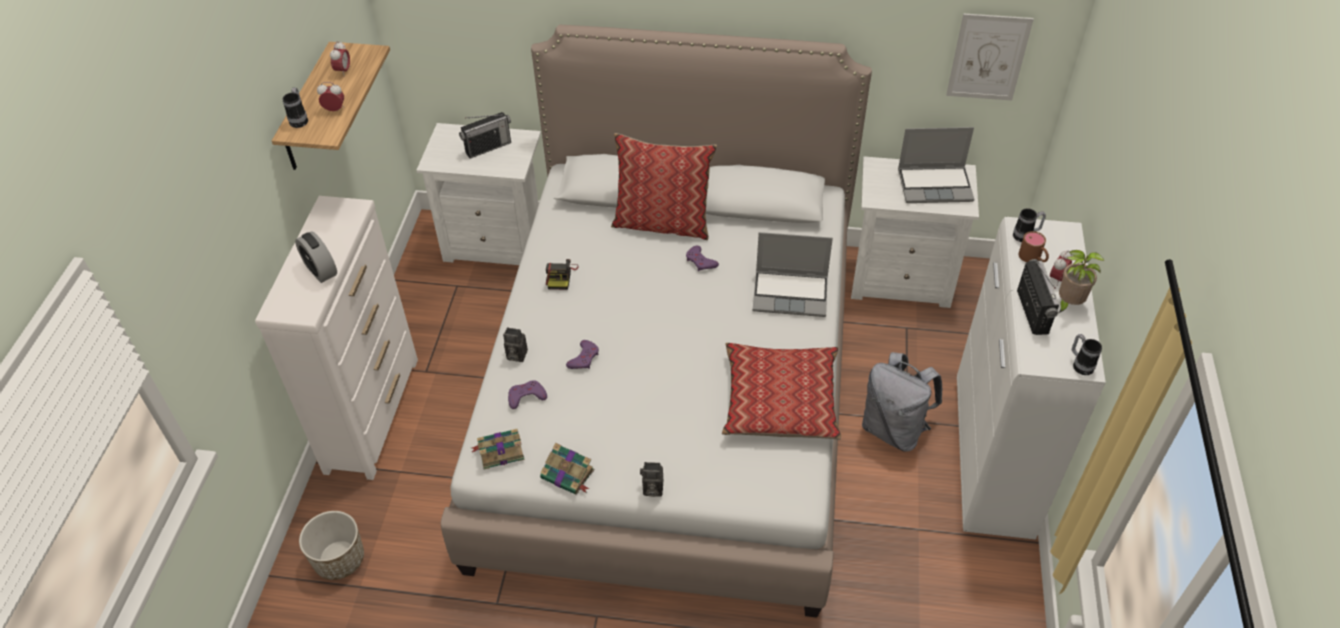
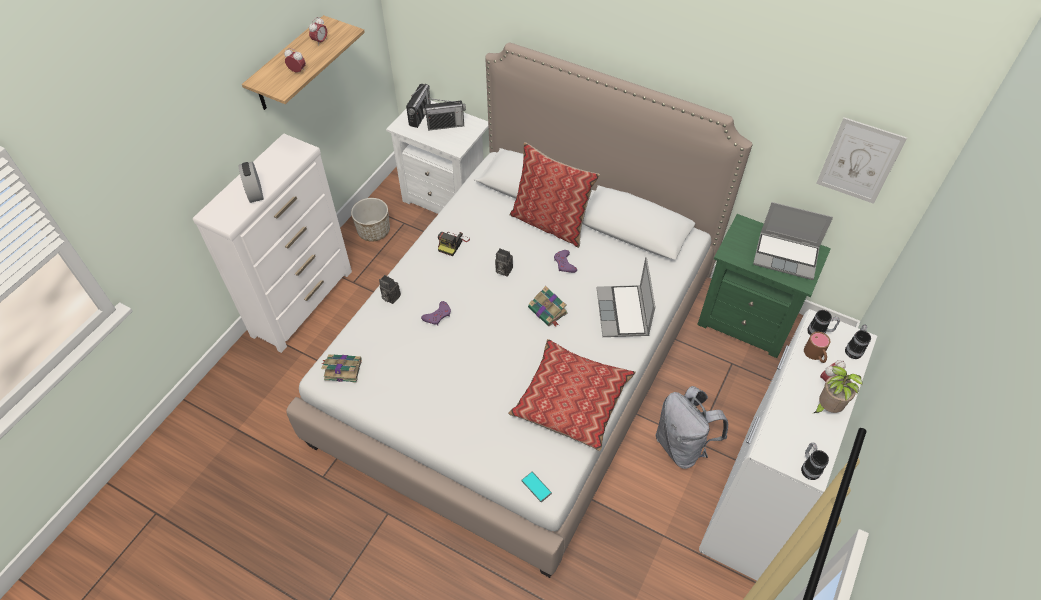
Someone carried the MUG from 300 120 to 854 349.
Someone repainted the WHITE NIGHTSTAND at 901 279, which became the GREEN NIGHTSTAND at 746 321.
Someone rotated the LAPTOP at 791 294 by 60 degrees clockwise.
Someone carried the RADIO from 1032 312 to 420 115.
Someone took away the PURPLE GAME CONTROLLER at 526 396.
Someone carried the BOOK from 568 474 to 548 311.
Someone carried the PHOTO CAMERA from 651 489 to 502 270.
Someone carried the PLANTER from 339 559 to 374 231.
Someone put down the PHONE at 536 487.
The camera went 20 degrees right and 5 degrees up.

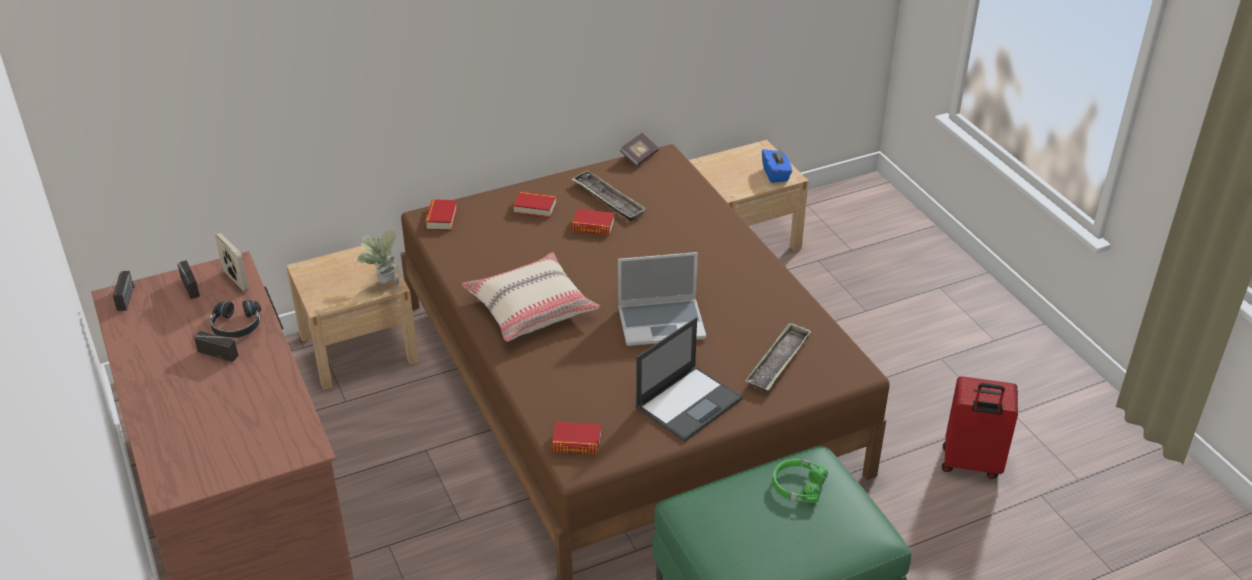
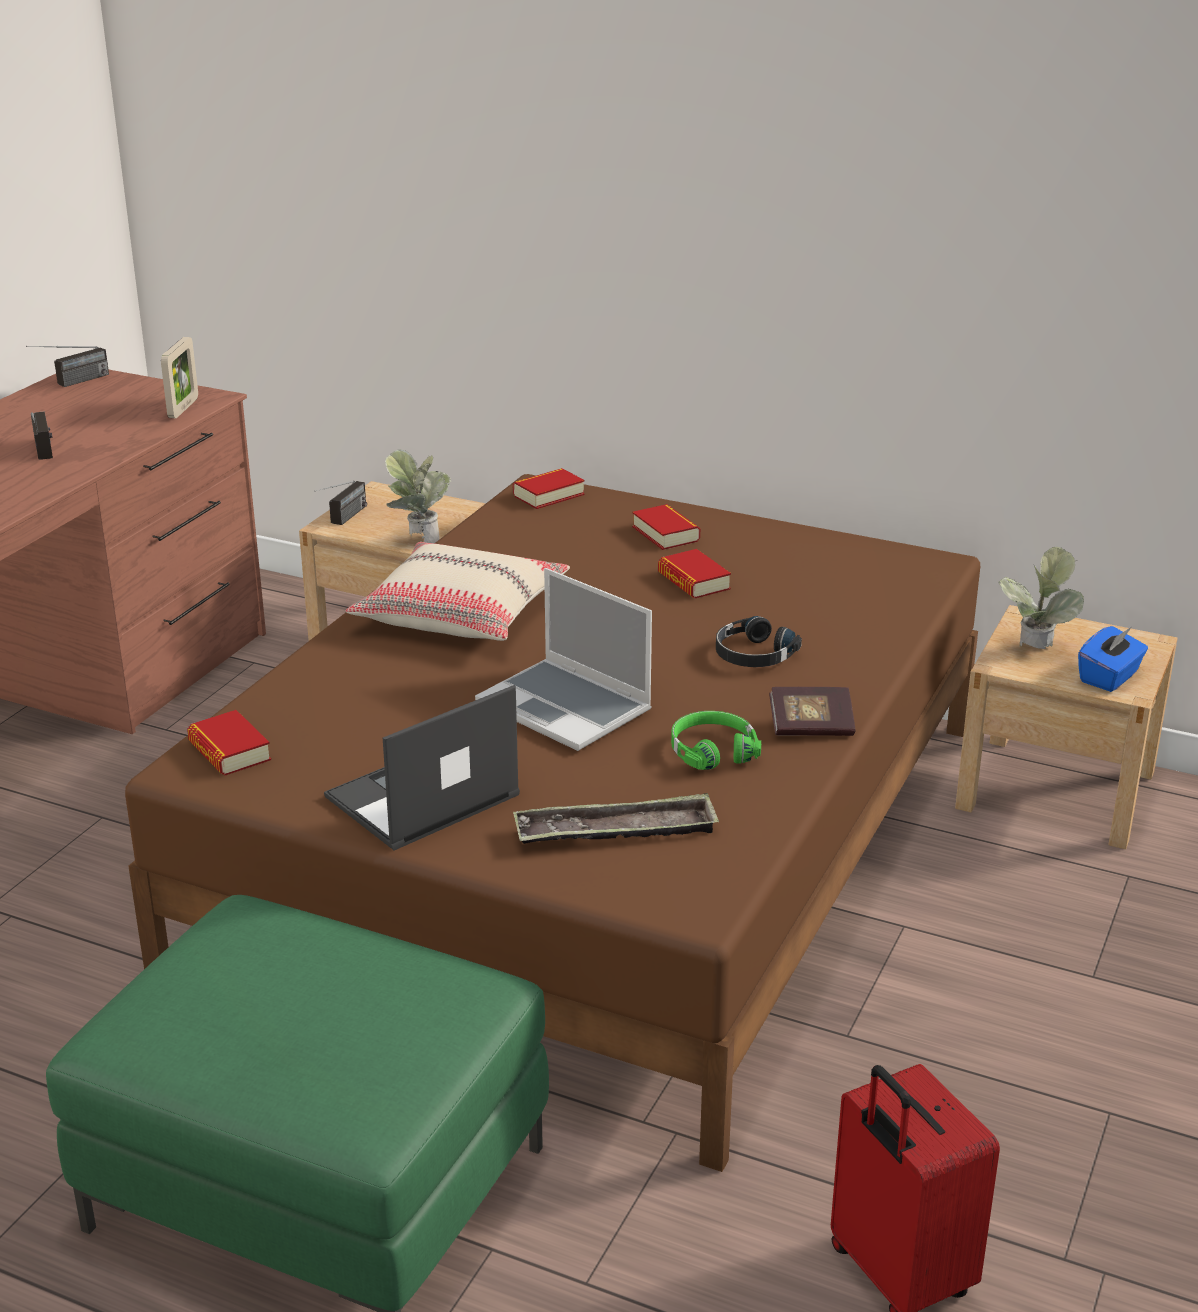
Someone carried the BOOK from 639 156 to 811 727.
Someone took away the TRAY at 608 200.
Someone carried the RADIO from 194 292 to 343 520.
Someone carried the BLACK HEADPHONES from 236 325 to 753 655.
Someone rotated the LAPTOP at 689 402 by 135 degrees clockwise.
Someone carried the GREEN HEADPHONES from 797 485 to 712 750.
Someone put down the POTTED PLANT at 1034 653.
The camera went 50 degrees right and 10 degrees down.

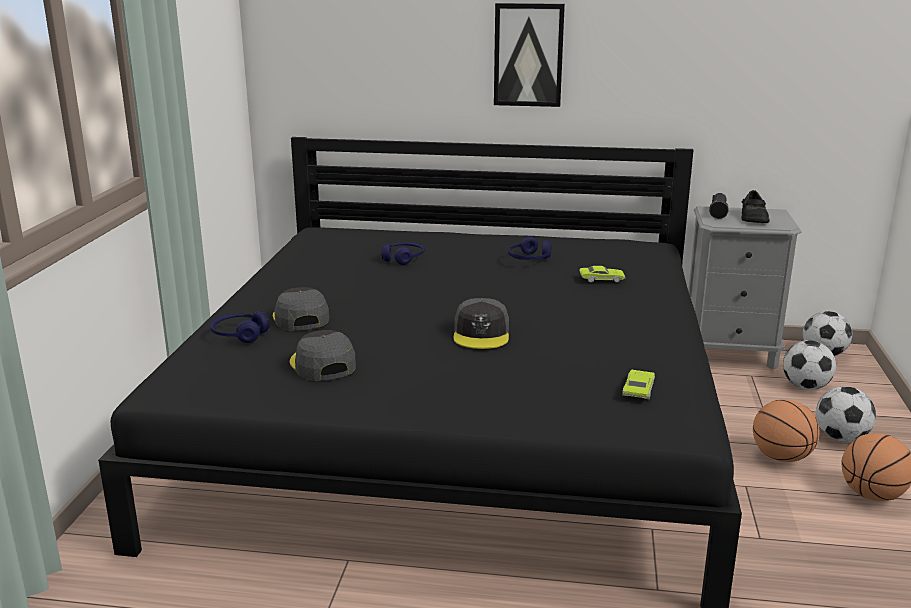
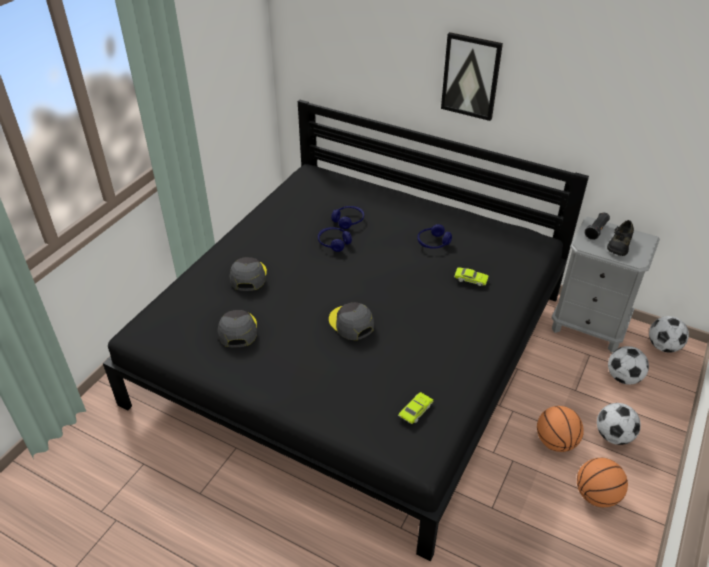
Someone rotated the GREY CAP at 481 334 by 120 degrees clockwise.
Someone carried the BLUE HEADPHONES from 239 335 to 334 243.
The camera went 20 degrees right and 20 degrees up.

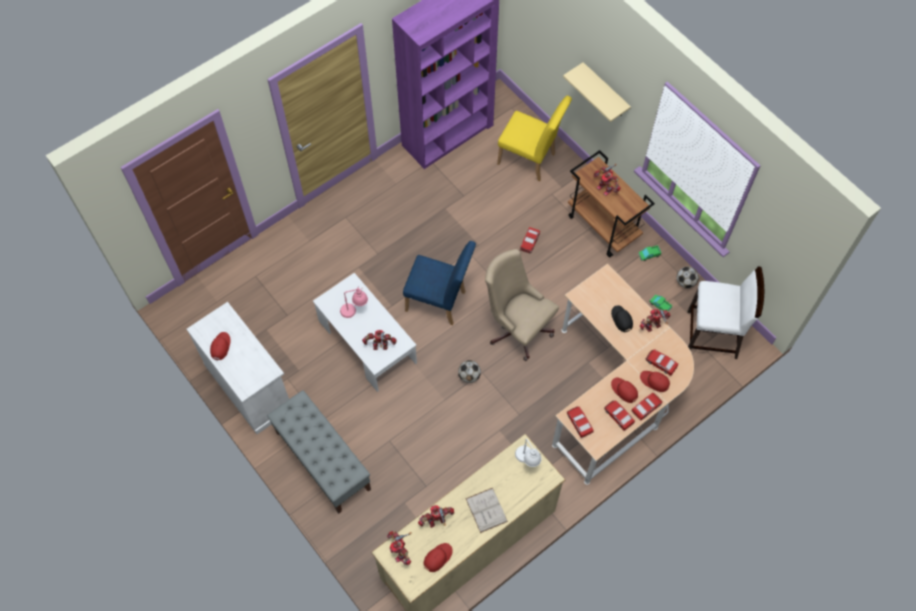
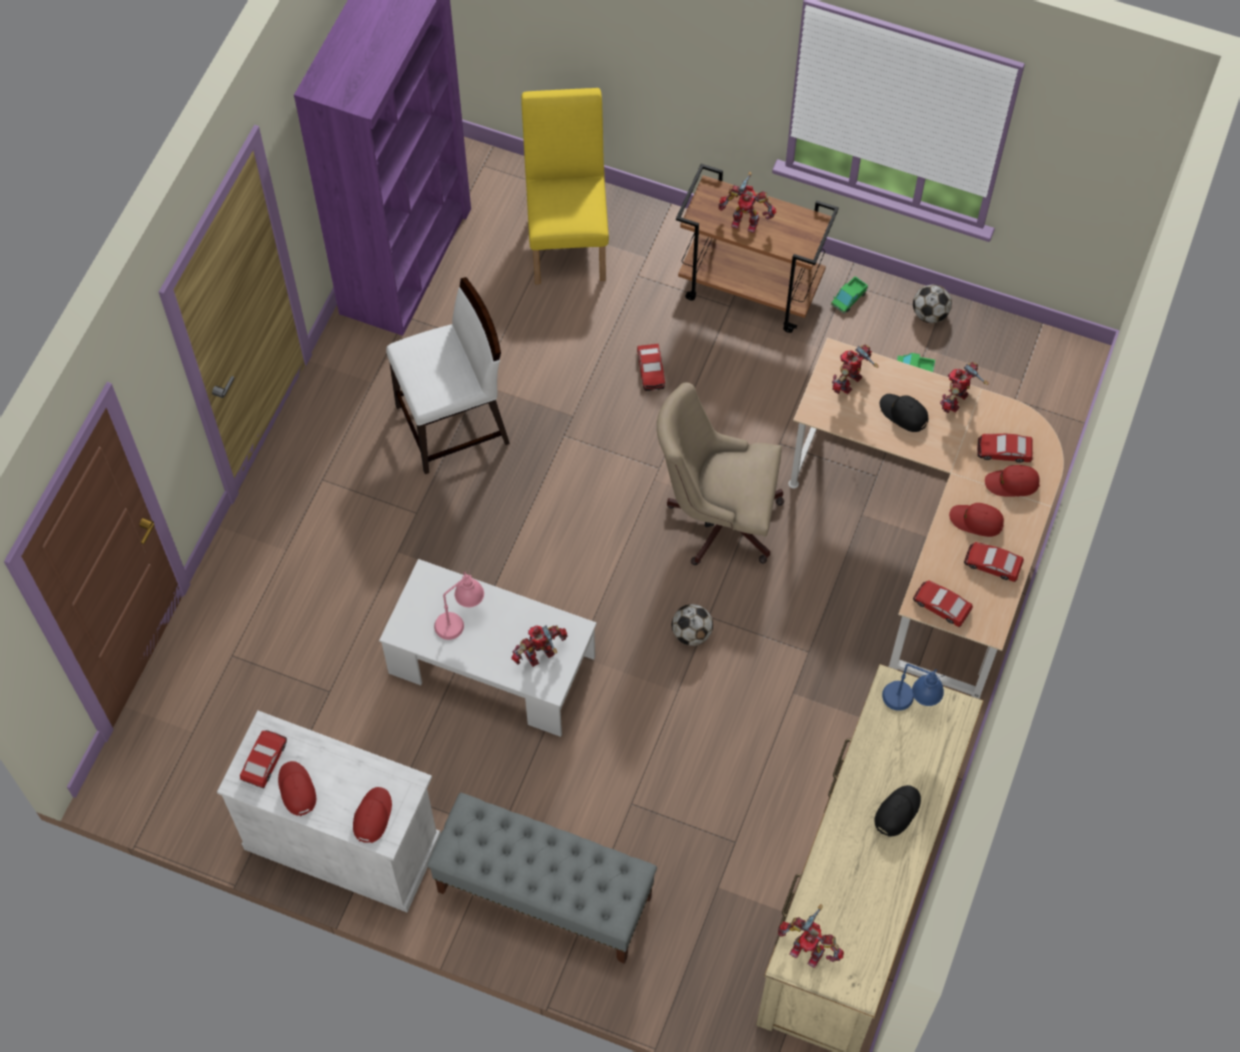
Someone took away the BEIGE SHELF at 605 91.
Someone rotated the YELLOW CHAIR at 530 160 by 90 degrees counterclockwise.
Someone took away the BLUE CHAIR at 440 303.
Someone carried the WHITE CHAIR from 712 335 to 454 425.
Someone carried the TOY CAR from 646 407 to 264 760.
Someone repainted the WHITE TABLE LAMP at 527 461, which became the BLUE TABLE LAMP at 910 703.
Someone swapped the WHITE BOOK at 486 510 for the BLACK CAP at 897 811.
Someone carried the TOY ROBOT from 437 521 to 849 382.
Someone carried the RED CAP from 437 557 to 372 816.
The camera went 30 degrees left and 0 degrees up.

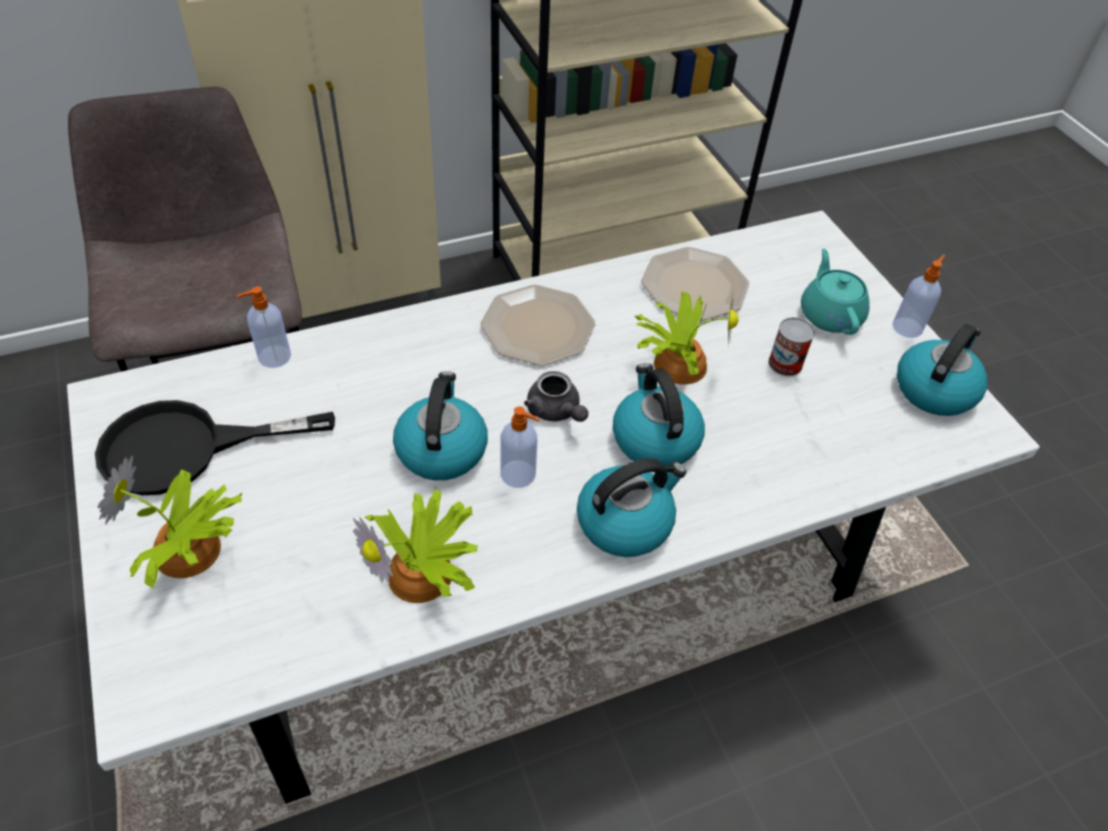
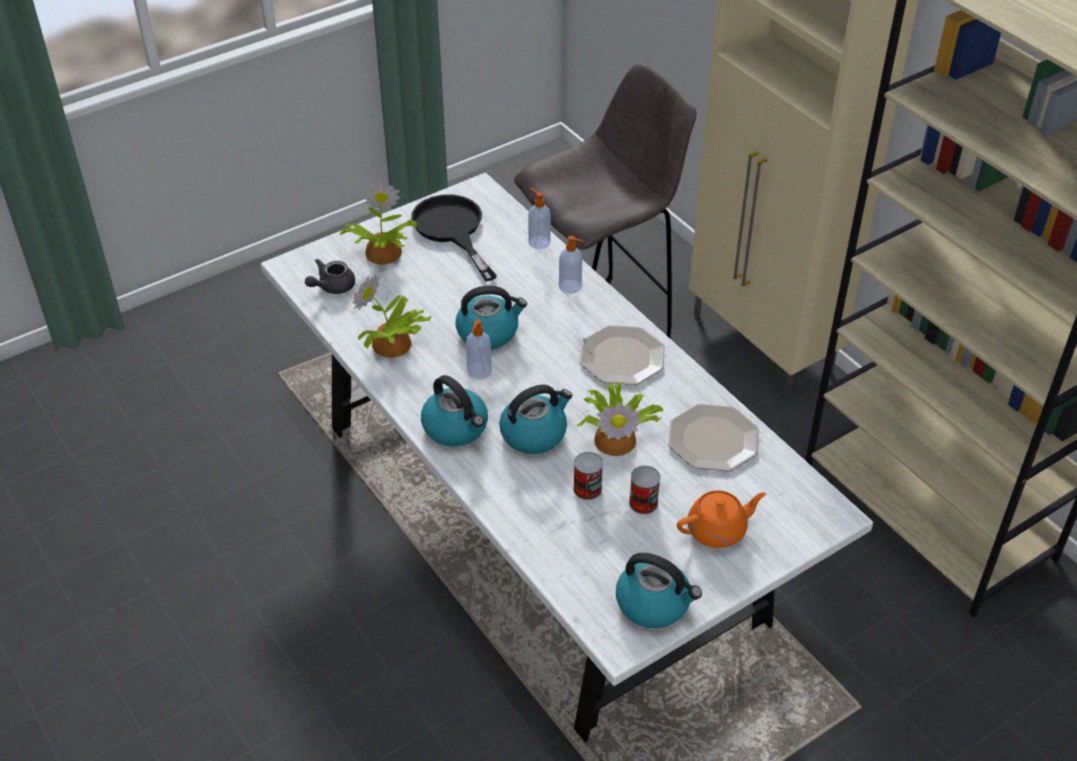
Someone repainted the TURQUOISE TEAPOT at 829 315, which became the ORANGE TEAPOT at 718 530.
Someone carried the SOAP DISPENSER from 907 327 to 571 287.
Someone carried the GREY TEAPOT from 556 411 to 332 287.
Someone put down the CAN at 587 489.
The camera went 80 degrees right and 5 degrees down.

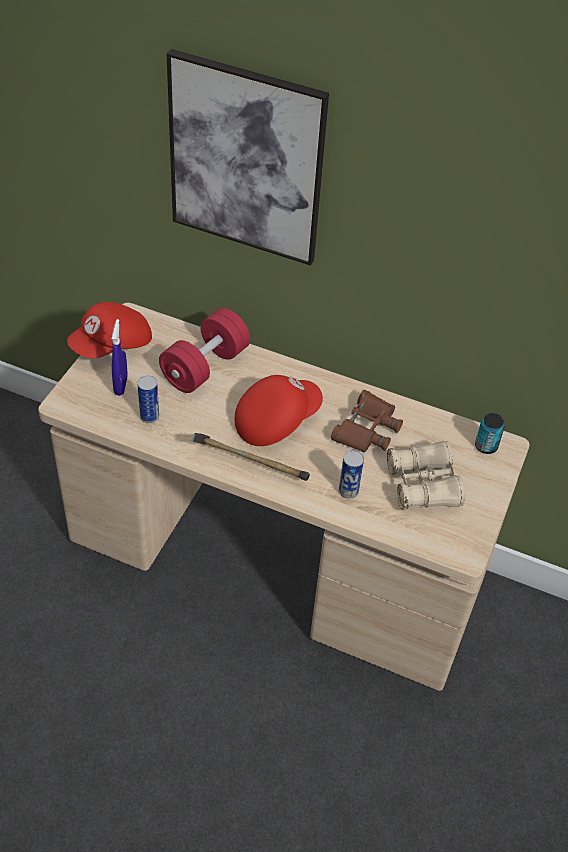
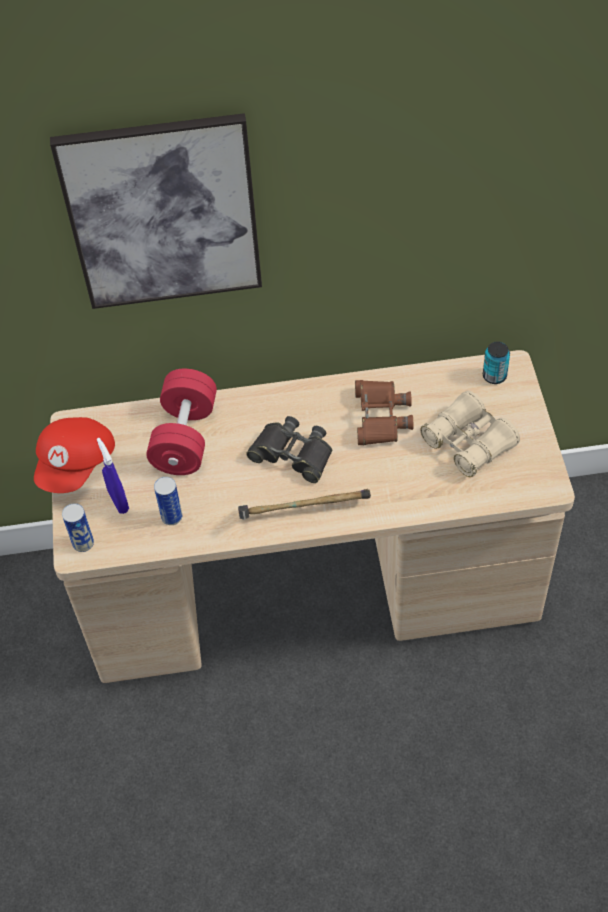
Someone swapped the RED CAP at 276 420 for the BLACK BINOCULARS at 293 454.
Someone carried the CAN from 348 491 to 83 543.
The camera went 25 degrees left and 5 degrees up.

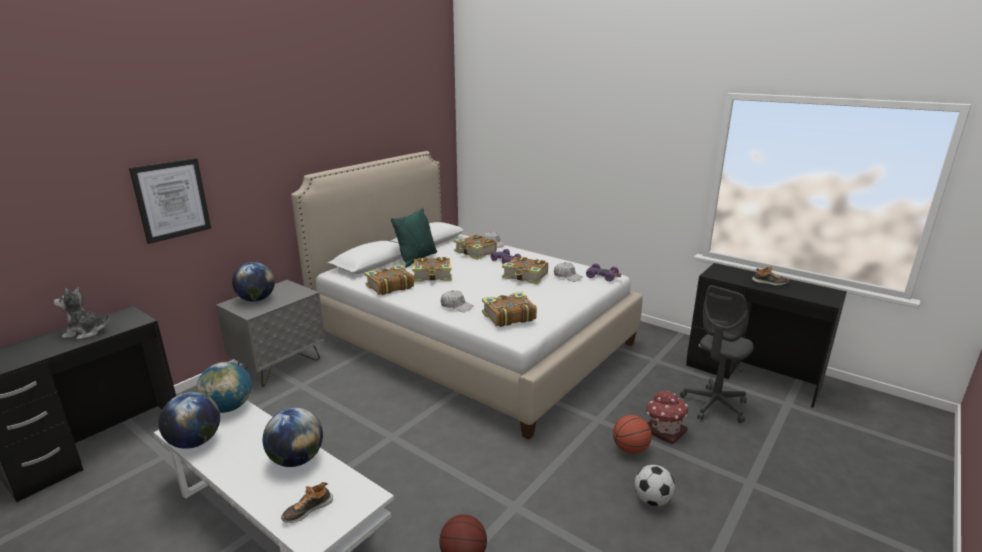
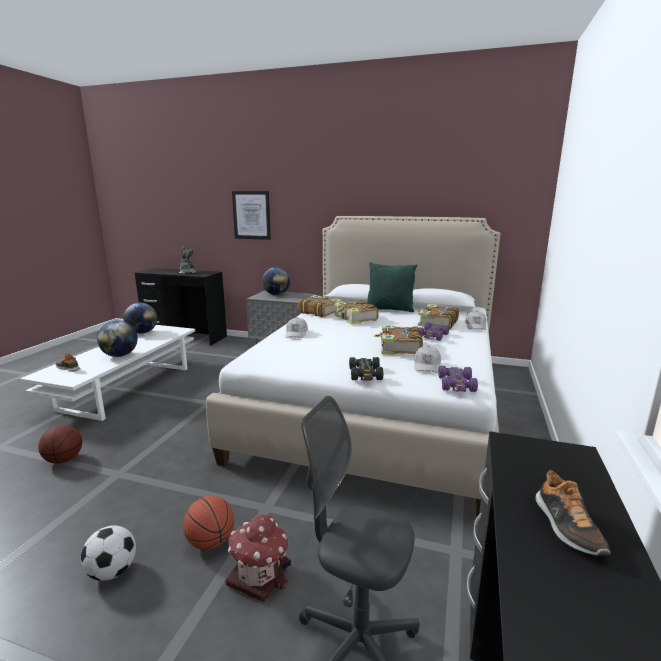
Someone took away the BOOK at 508 316.
Someone took away the GLOBE at 228 407.
Someone put down the BLACK TOY CAR at 365 374.
The camera went 70 degrees right and 5 degrees down.

